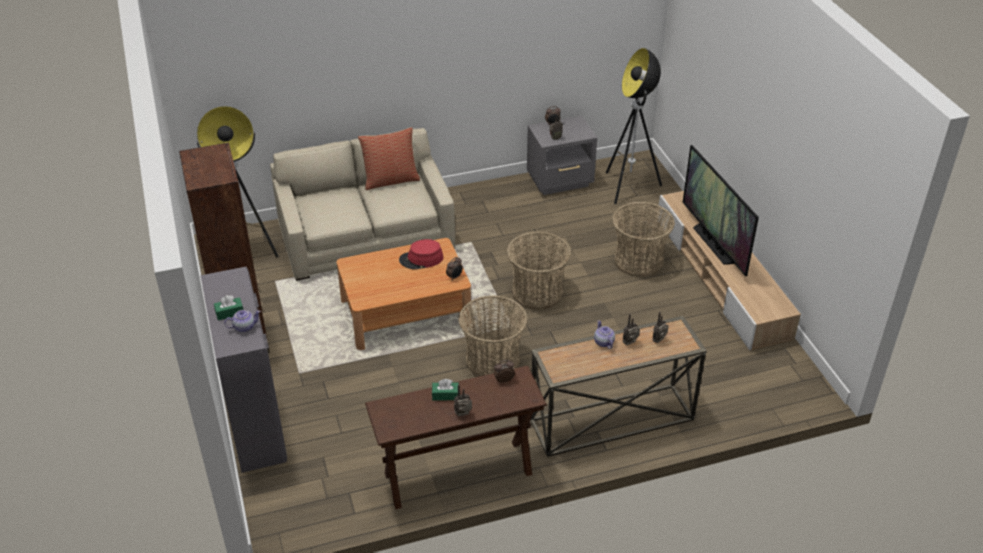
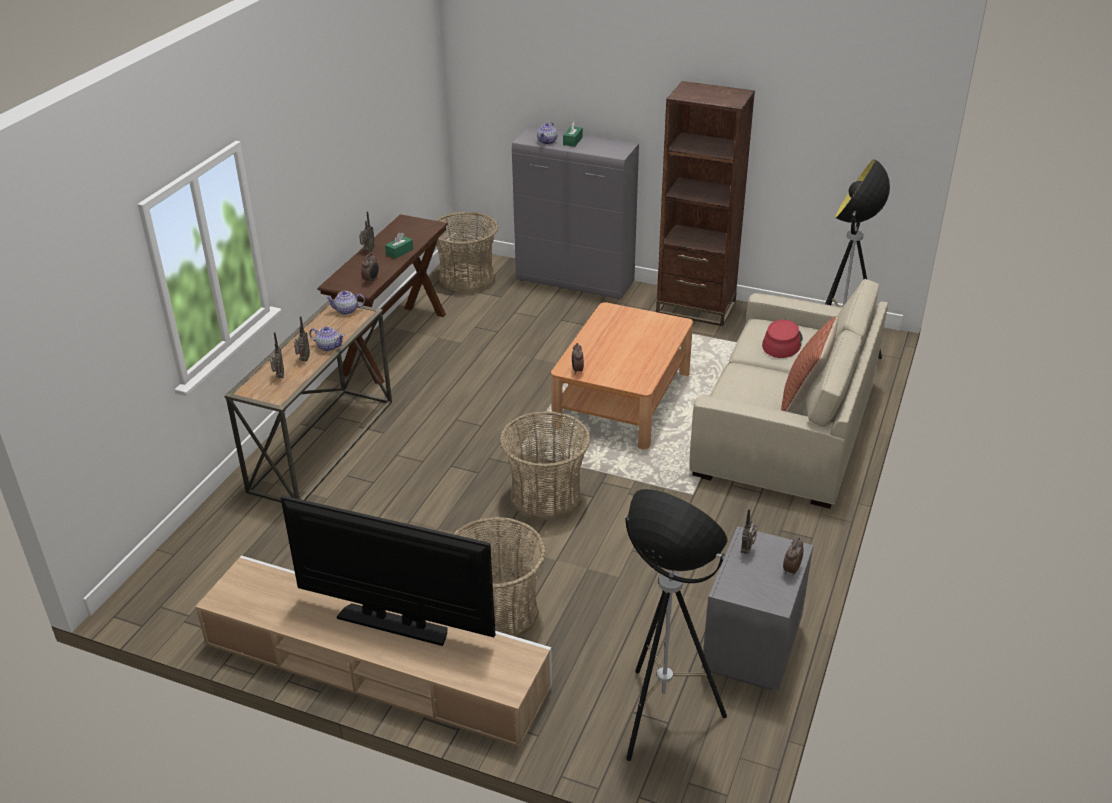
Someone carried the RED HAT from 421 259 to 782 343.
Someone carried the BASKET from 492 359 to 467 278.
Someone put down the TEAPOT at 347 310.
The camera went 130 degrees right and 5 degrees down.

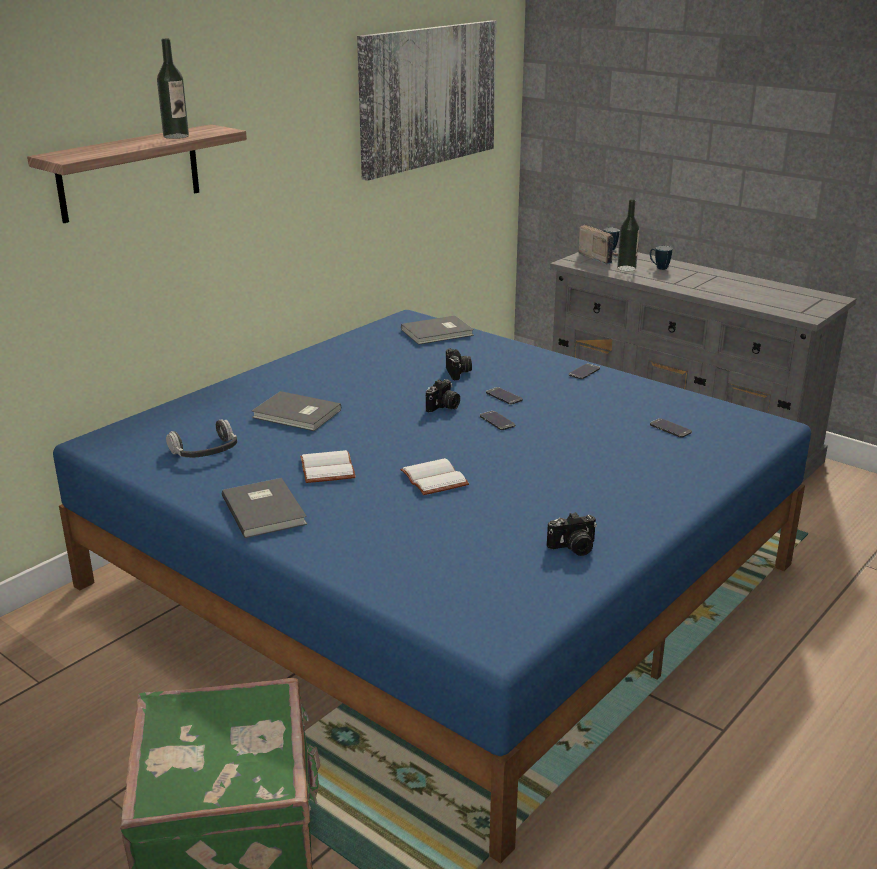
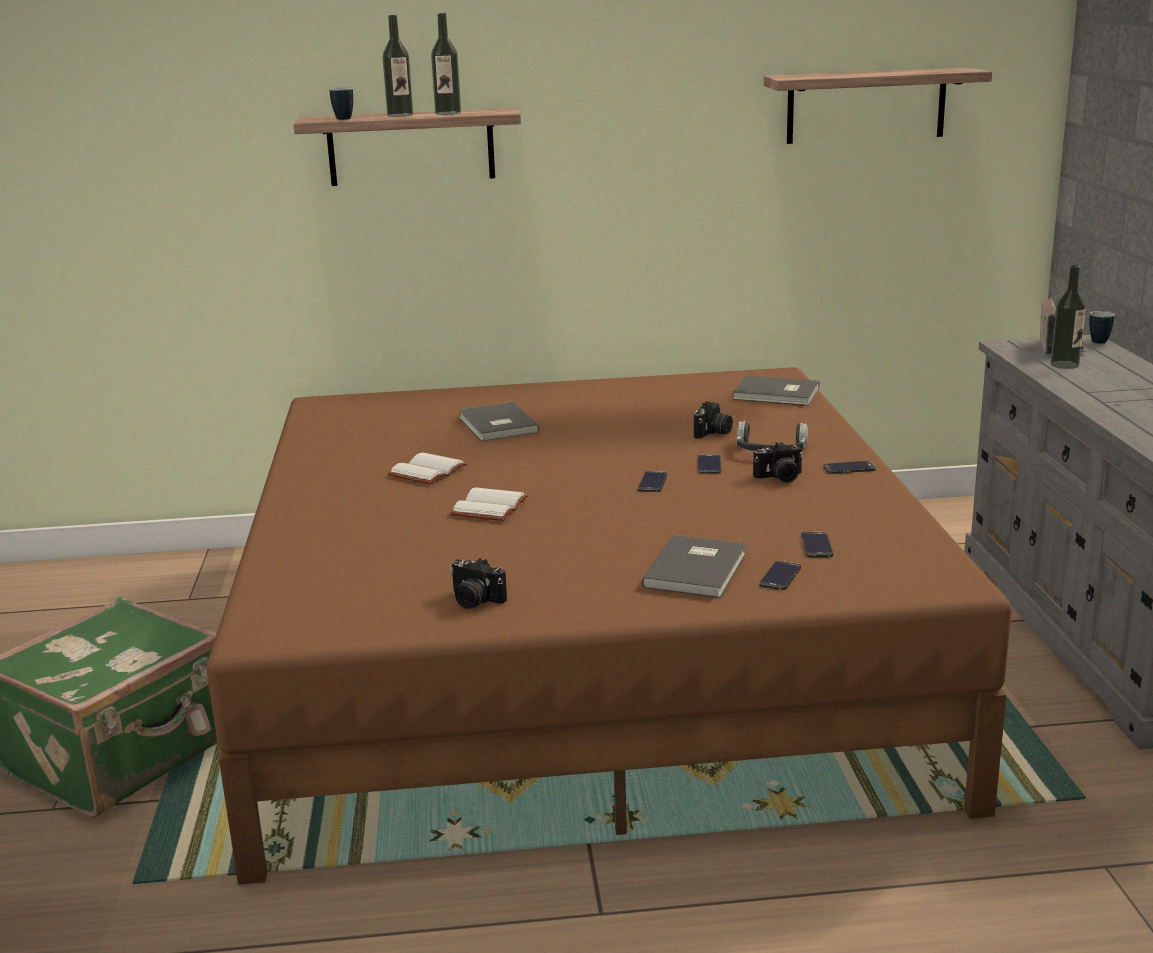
Someone swapped the PICTURE at 428 96 for the SHELF at 866 106.
Someone carried the MUG from 659 267 to 343 118.
Someone repainted the BLUE BED at 440 575, which became the BROWN BED at 584 653.
Someone carried the PHOTO CAMERA from 443 407 to 780 477.
Someone carried the HEADPHONES from 205 450 to 771 450.
Someone carried the GREY BOOK from 265 509 to 698 570.
Someone put down the BOTTLE at 400 115.
Someone put down the PHONE at 780 576.
The camera went 45 degrees right and 5 degrees down.

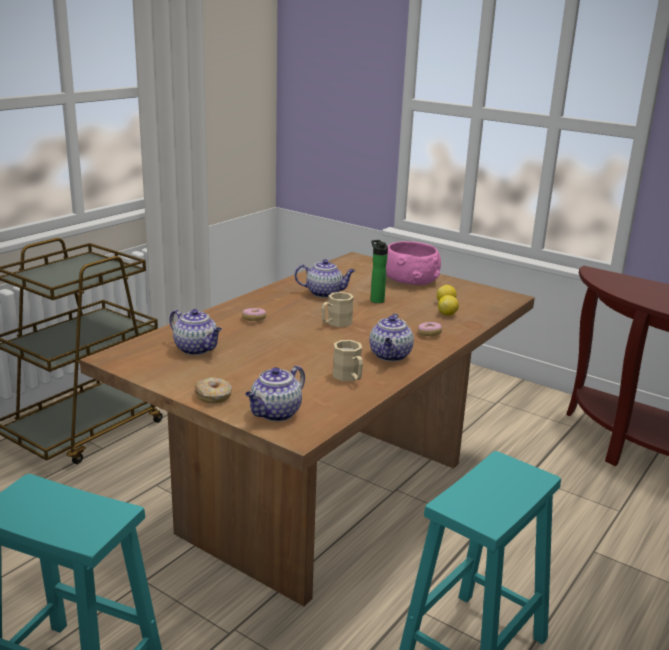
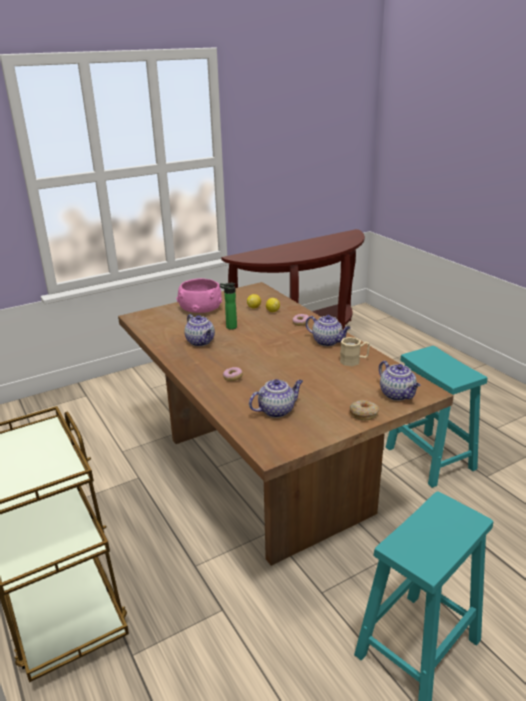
Someone rotated the TEAPOT at 325 293 by 120 degrees clockwise.
Someone took away the BEIGE MUG at 335 323.
The camera went 65 degrees left and 5 degrees up.

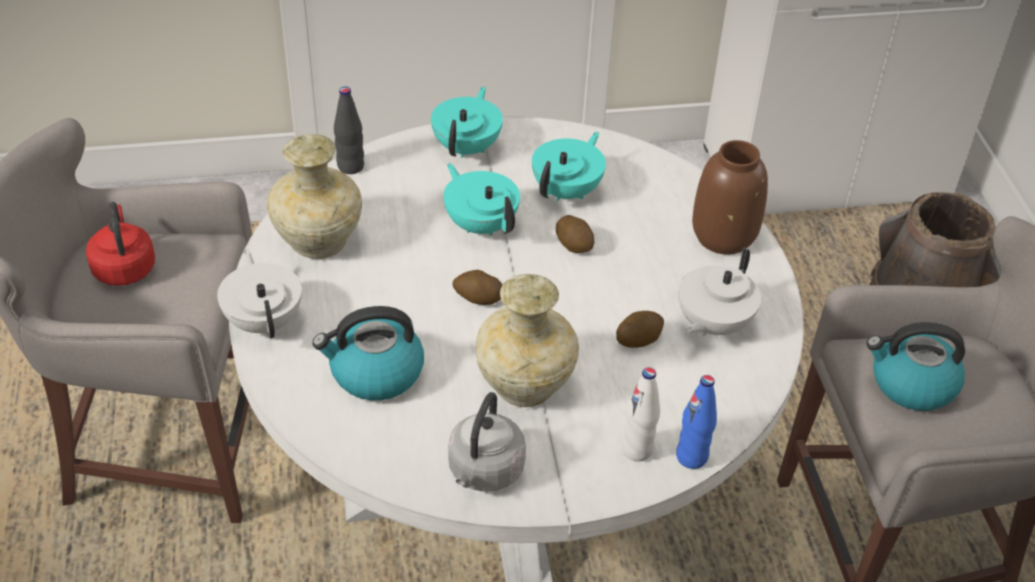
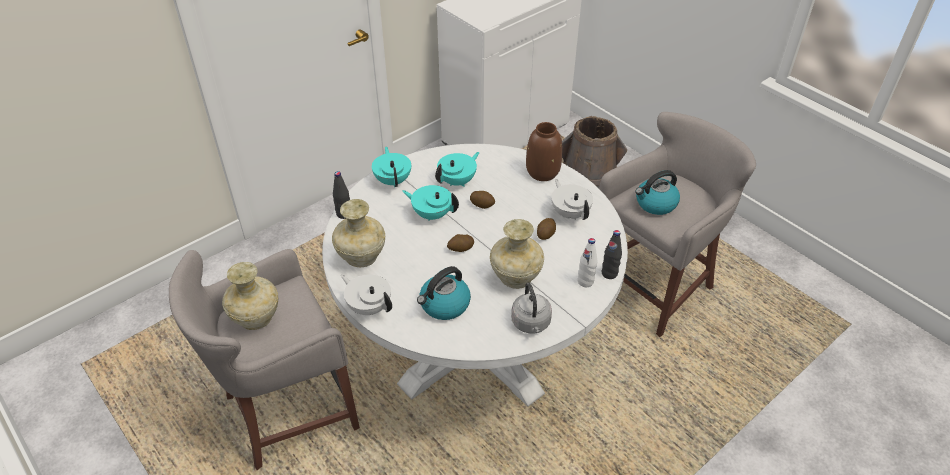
Someone rotated the TURQUOISE TEAPOT at 567 191 by 45 degrees clockwise.
Someone swapped the RED KETTLE at 124 267 for the BEIGE VASE at 255 319.
Someone rotated the WHITE TEAPOT at 712 324 by 150 degrees clockwise.
Someone repainted the BLUE BOTTLE at 691 457, which became the BLACK BOTTLE at 609 273.
The camera went 30 degrees left and 0 degrees up.

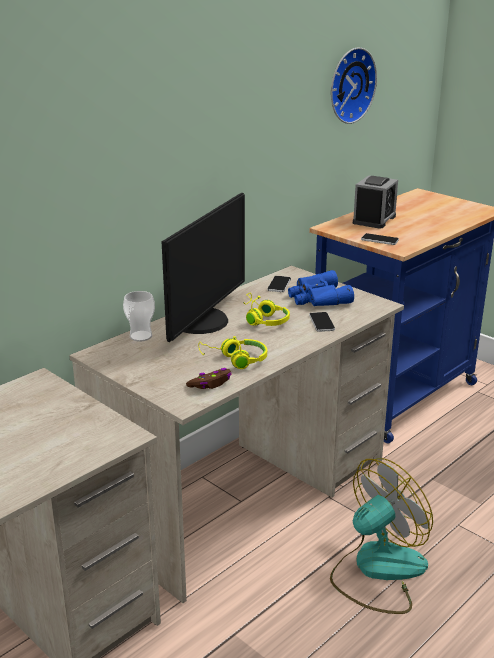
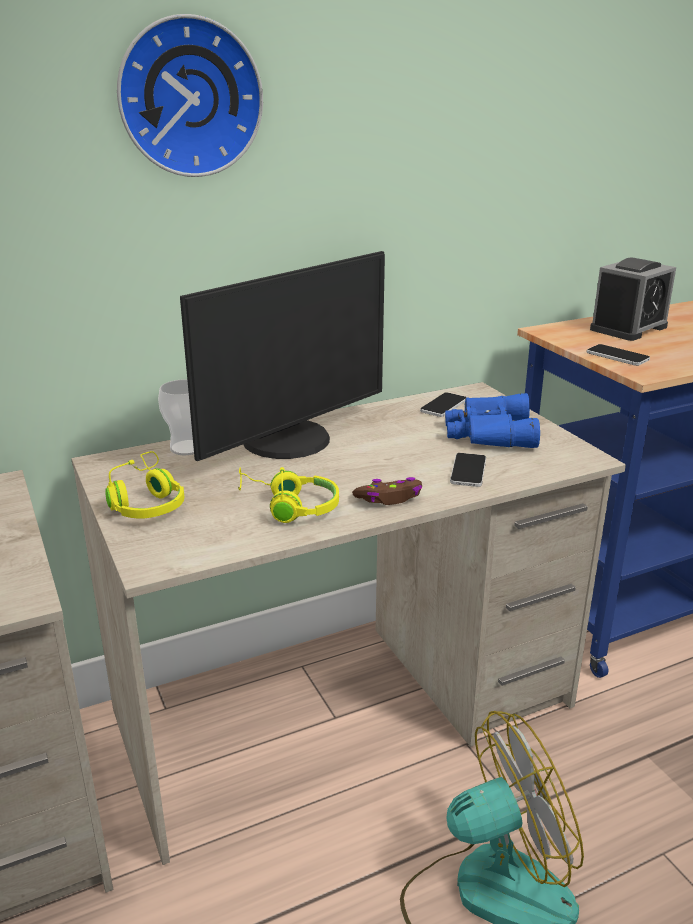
Someone carried the WALL CLOCK from 349 85 to 189 98.
Someone carried the YELLOW HEADPHONES from 263 319 to 146 502.
Someone carried the BROWN GAME CONTROLLER from 211 384 to 389 498.
The camera went 20 degrees right and 0 degrees up.

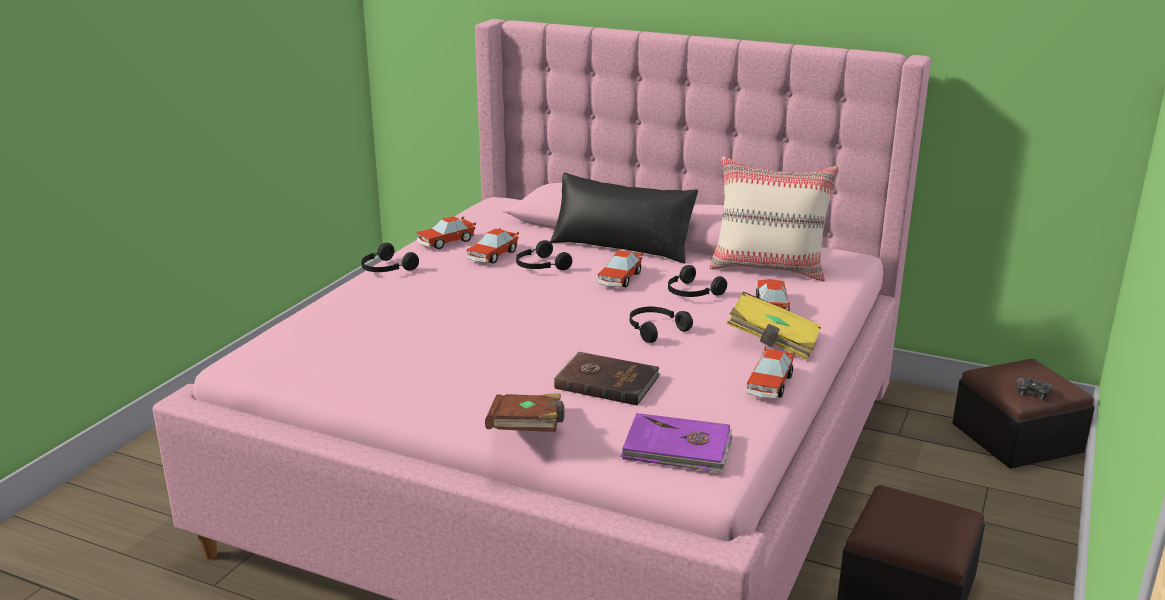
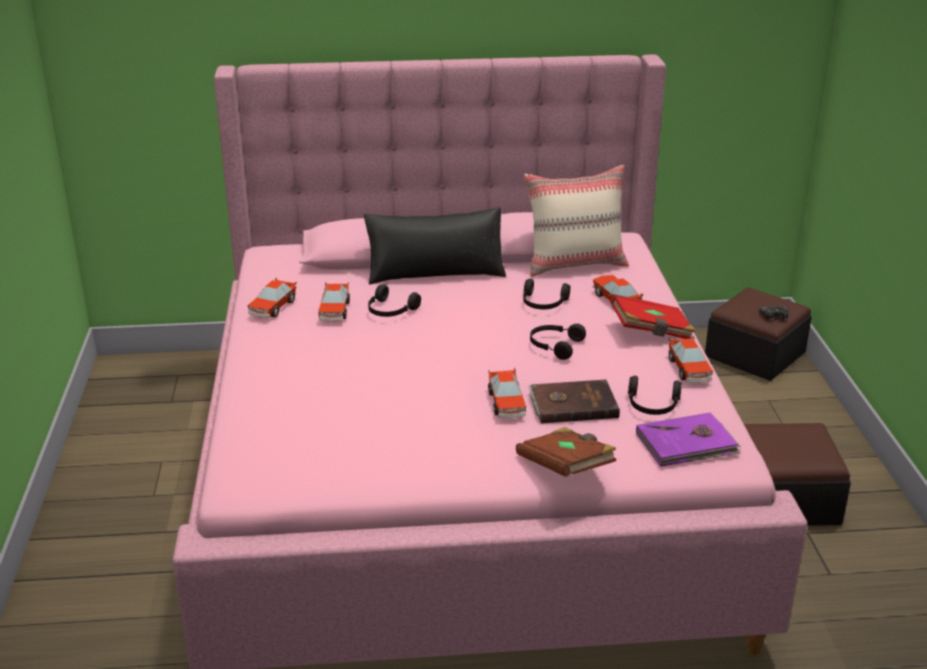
Someone carried the BLACK HEADPHONES from 386 269 to 652 405.
Someone carried the TOY CAR from 619 279 to 506 404.
Someone repainted the YELLOW BOOK at 773 342, which became the RED BOOK at 651 332.
The camera went 30 degrees left and 5 degrees up.

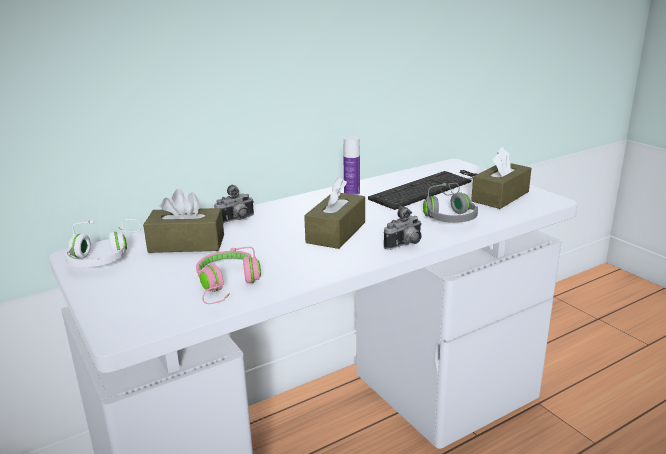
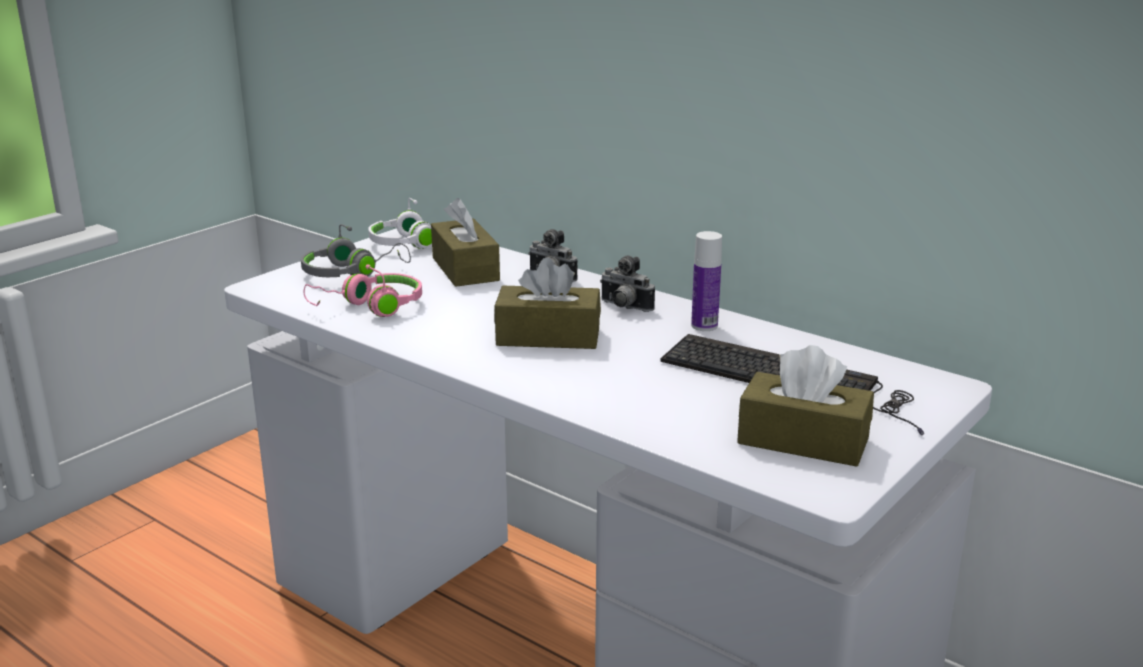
Someone carried the GREY HEADPHONES from 449 215 to 352 272.
Someone carried the PHOTO CAMERA from 405 245 to 624 307.
The camera went 70 degrees right and 0 degrees up.

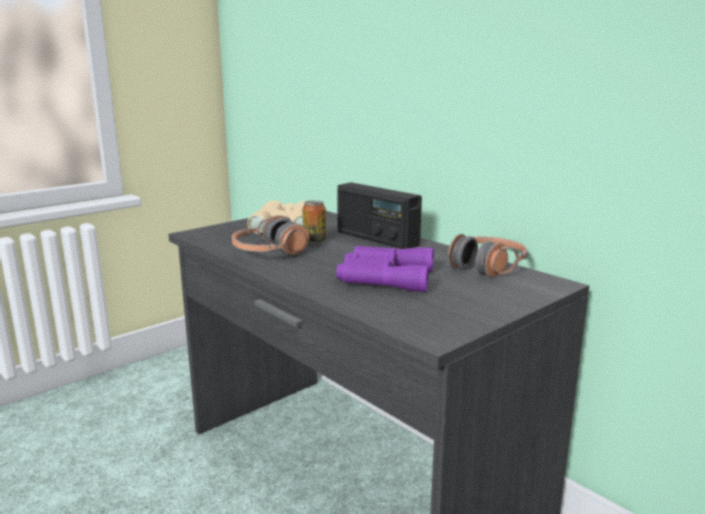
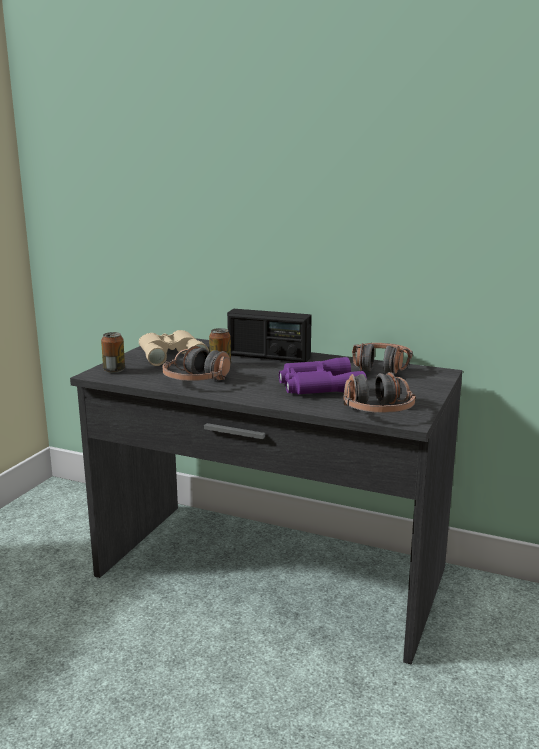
Someone put down the CAN at 114 370.
Someone put down the HEADPHONES at 377 411.
The camera went 25 degrees left and 0 degrees up.

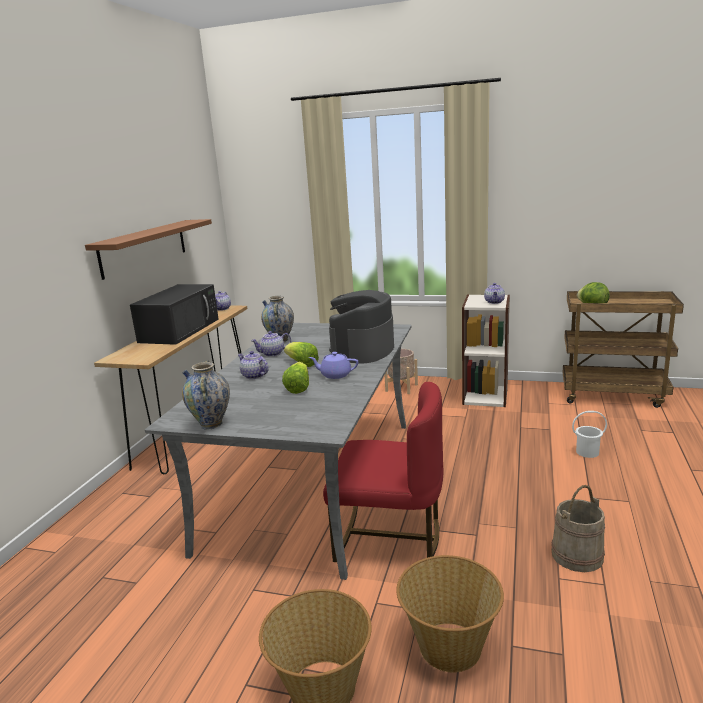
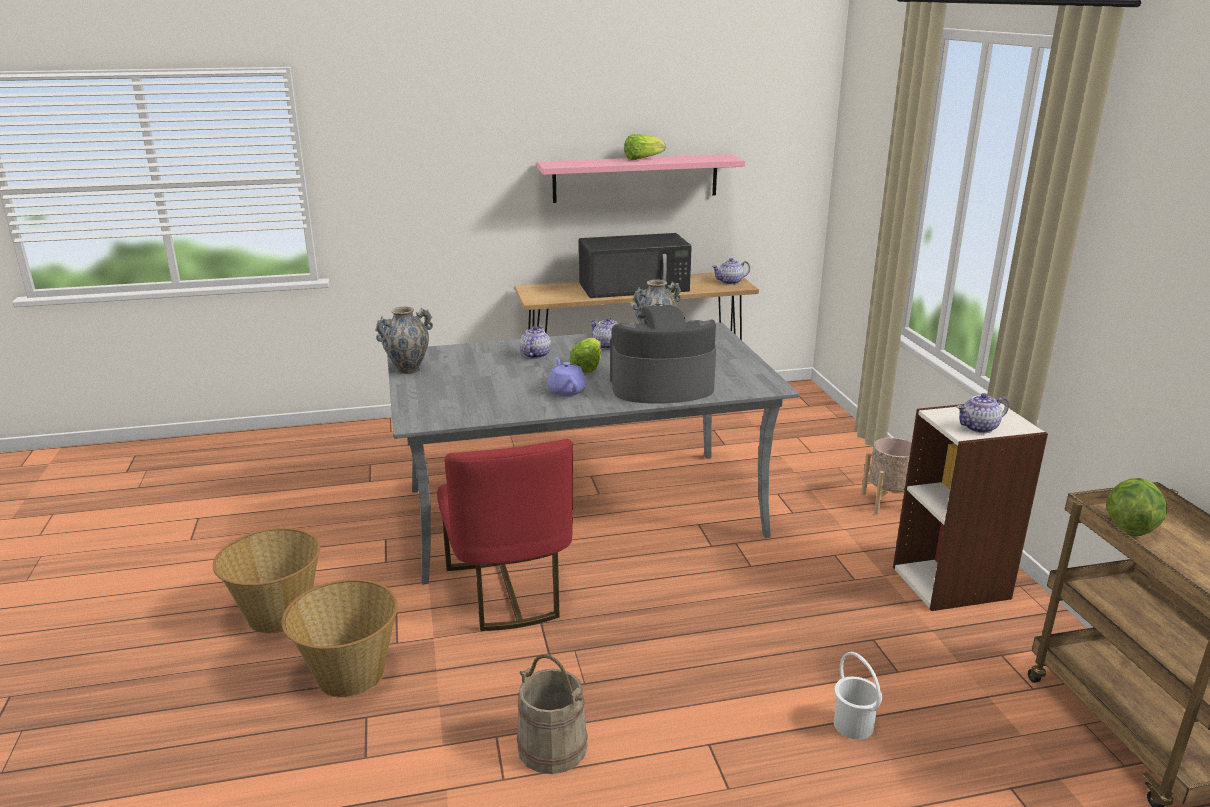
Someone repainted the BROWN SHELF at 144 247, which became the PINK SHELF at 635 178.
Someone carried the LETTUCE from 298 388 to 642 159.
The camera went 60 degrees right and 5 degrees up.

